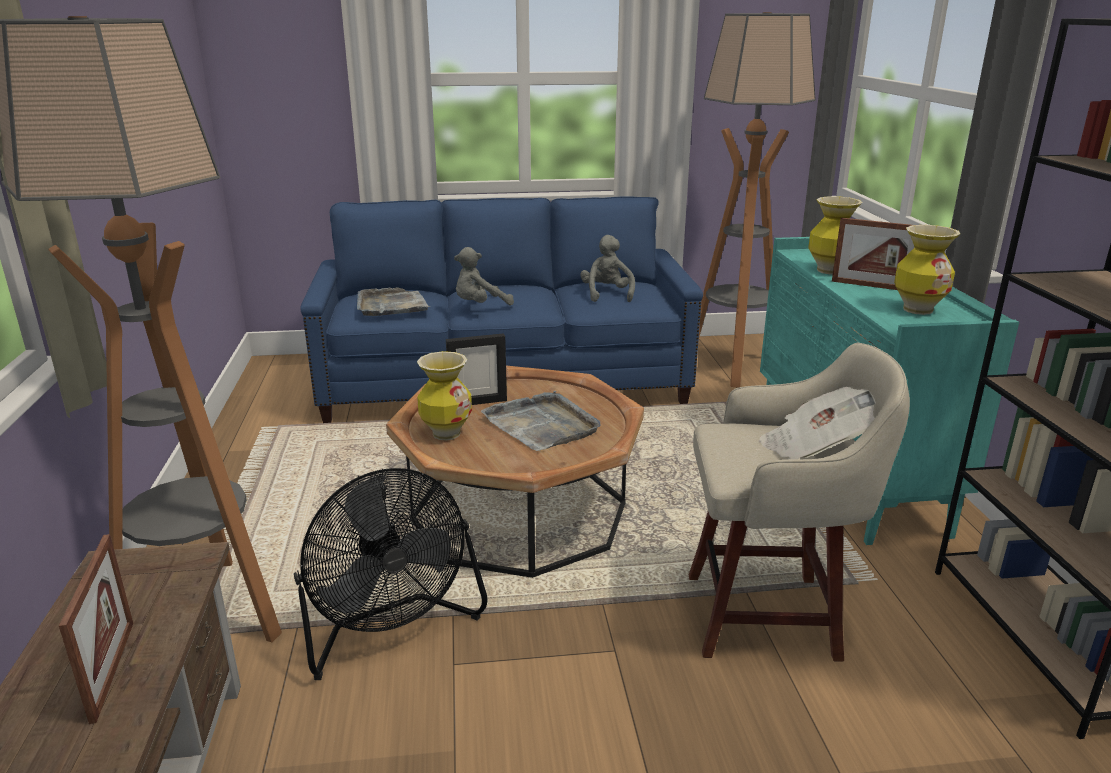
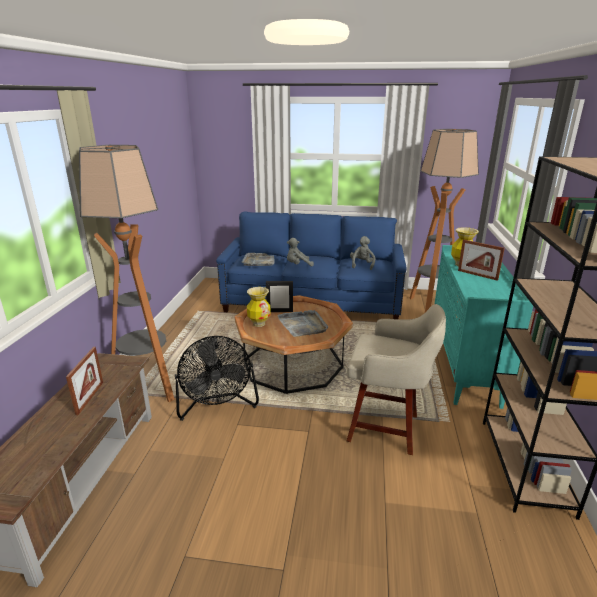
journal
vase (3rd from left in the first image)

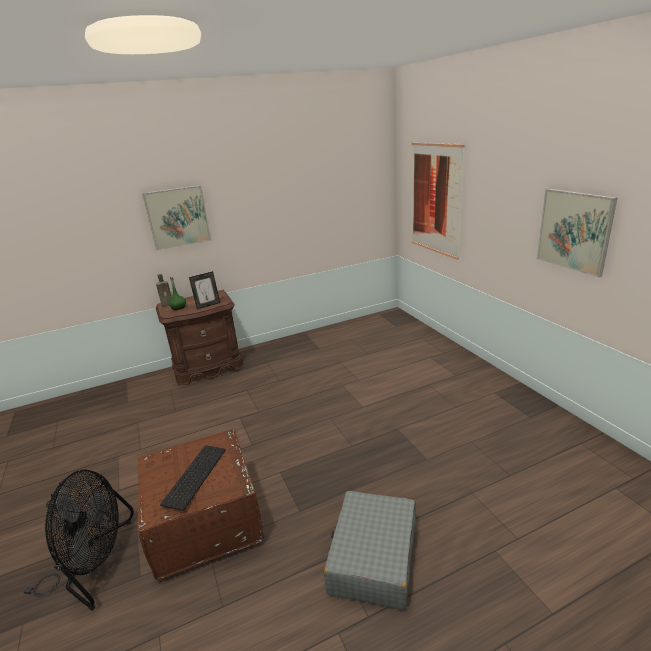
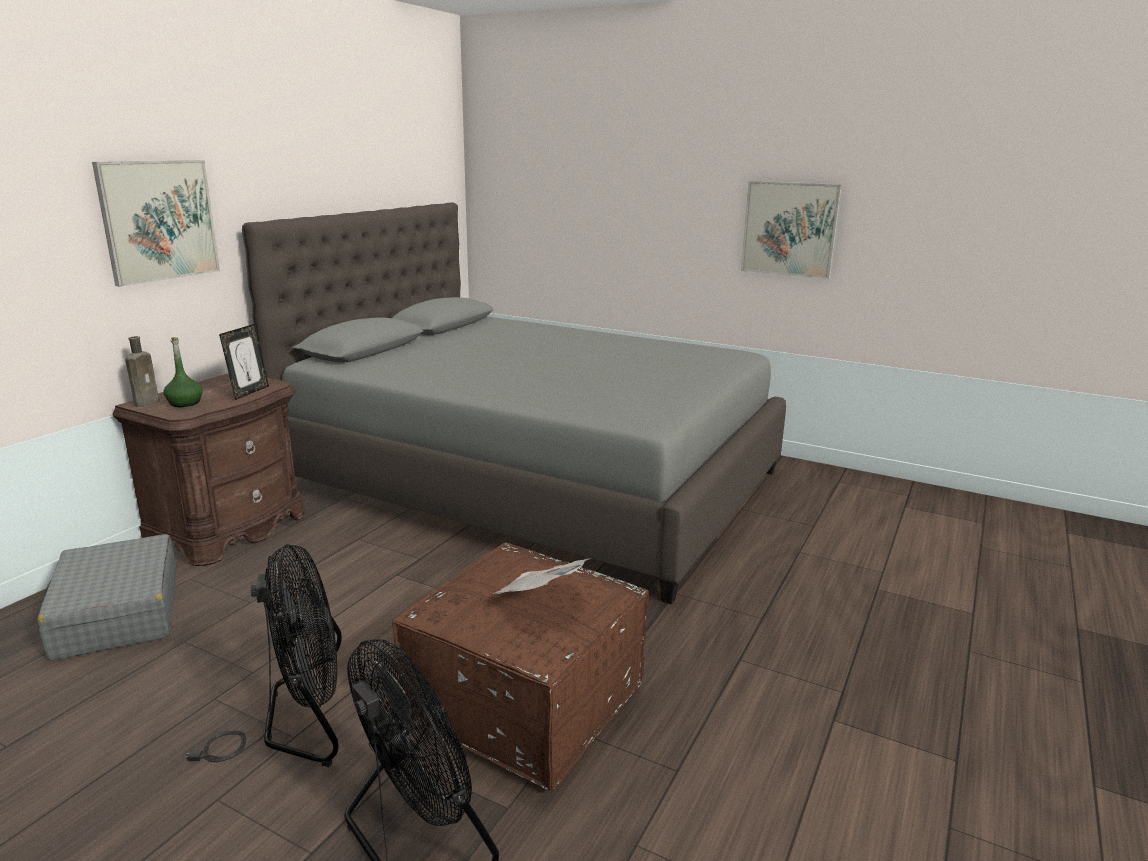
valise [gris]
ventilateur [noir] (1st from left)
lit [gris]
journal
tableau (2nd from left in the first image)

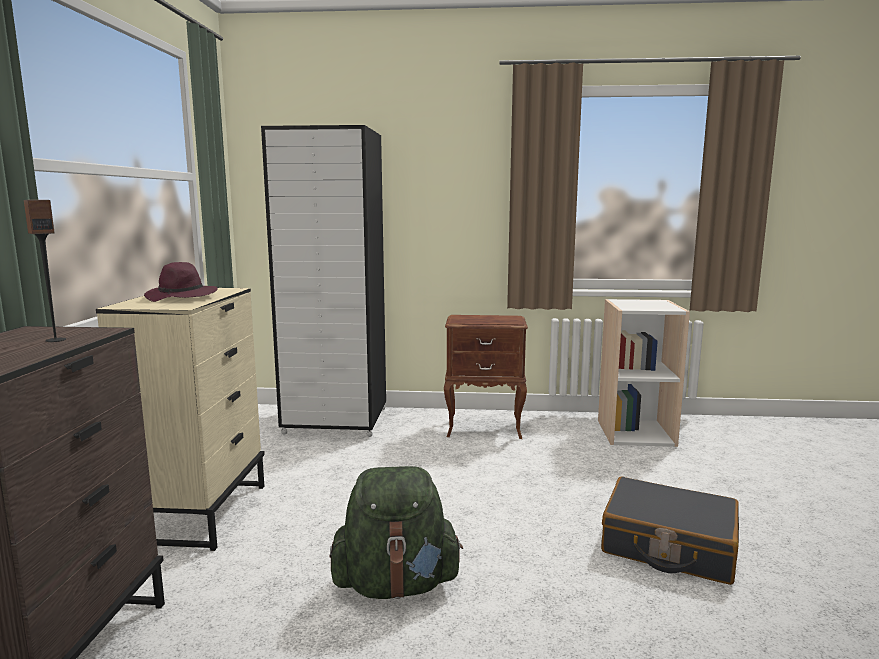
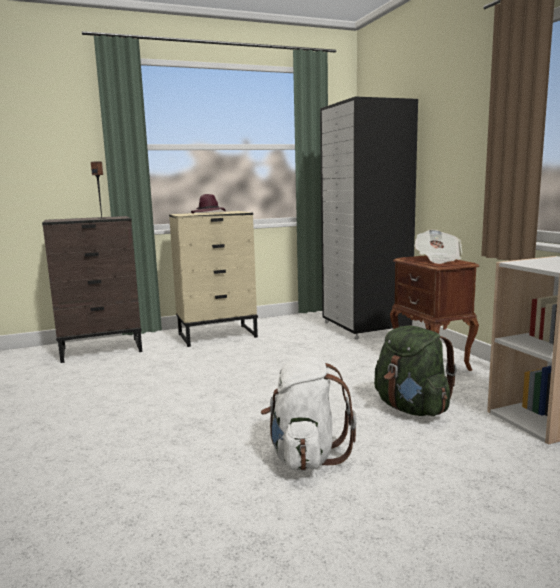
sac à dos [blanc]
sac à dos [vert]
journal

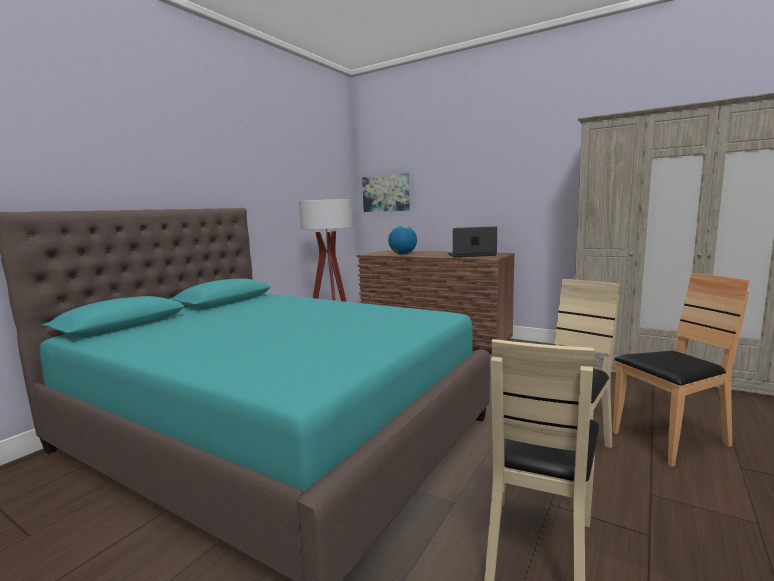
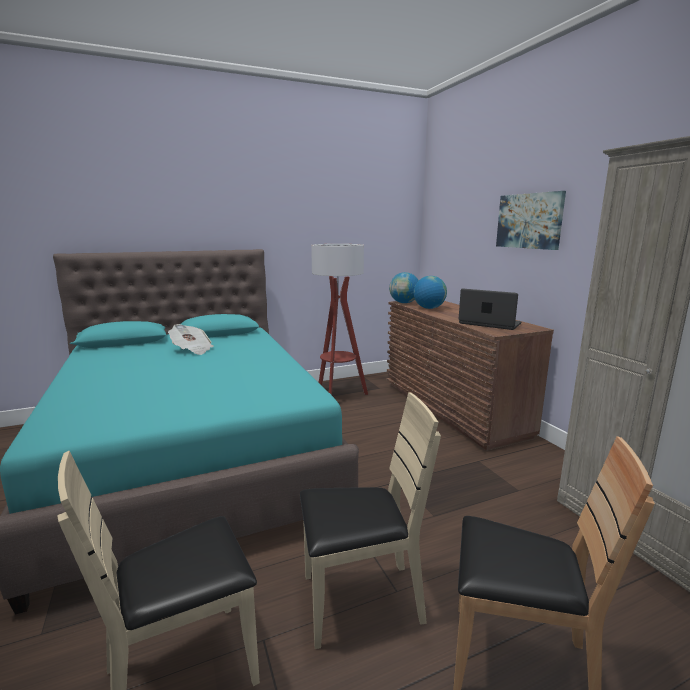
journal
globe (1st from left)
tableau

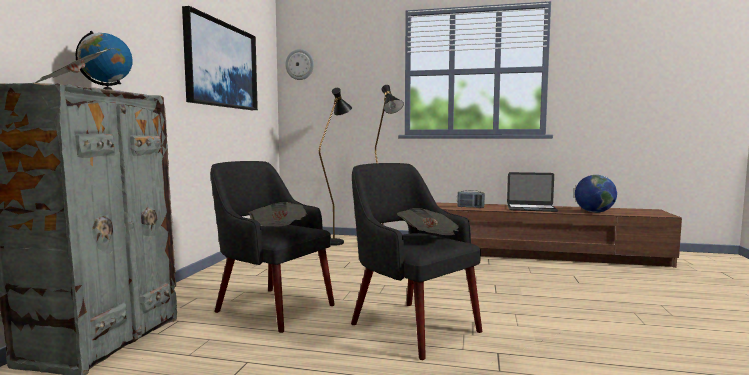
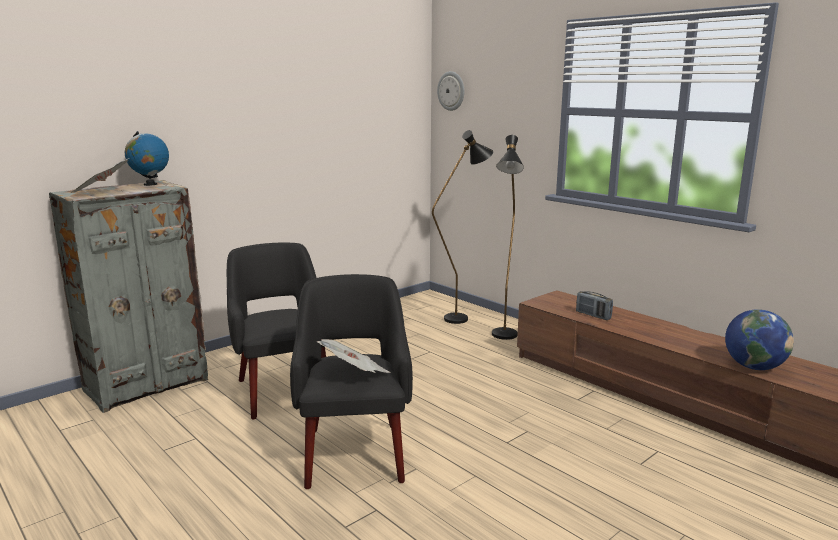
tableau
journal (2nd from left in the first image)
ordinateur portable

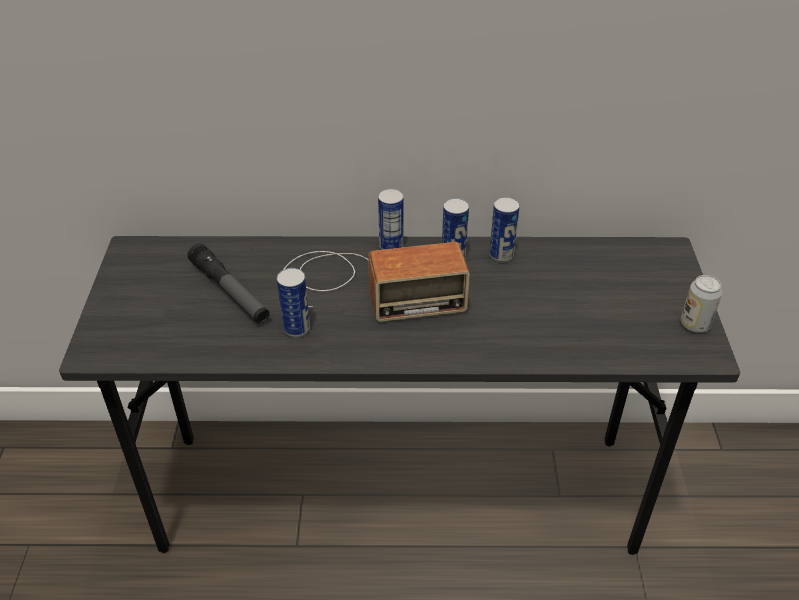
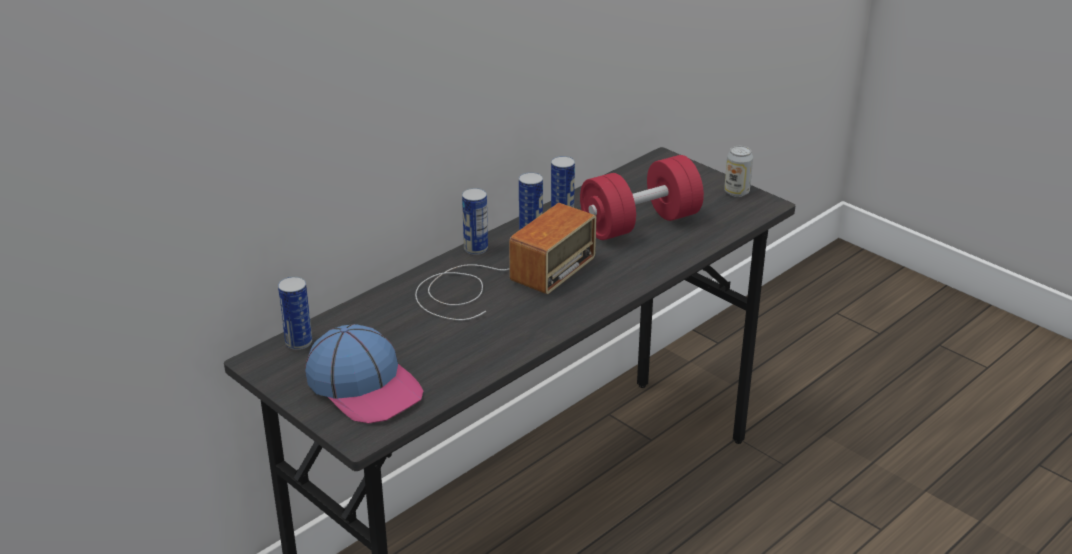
boîte métallique (1st from left)
casquette
haltère [rouge]
lampe de poche

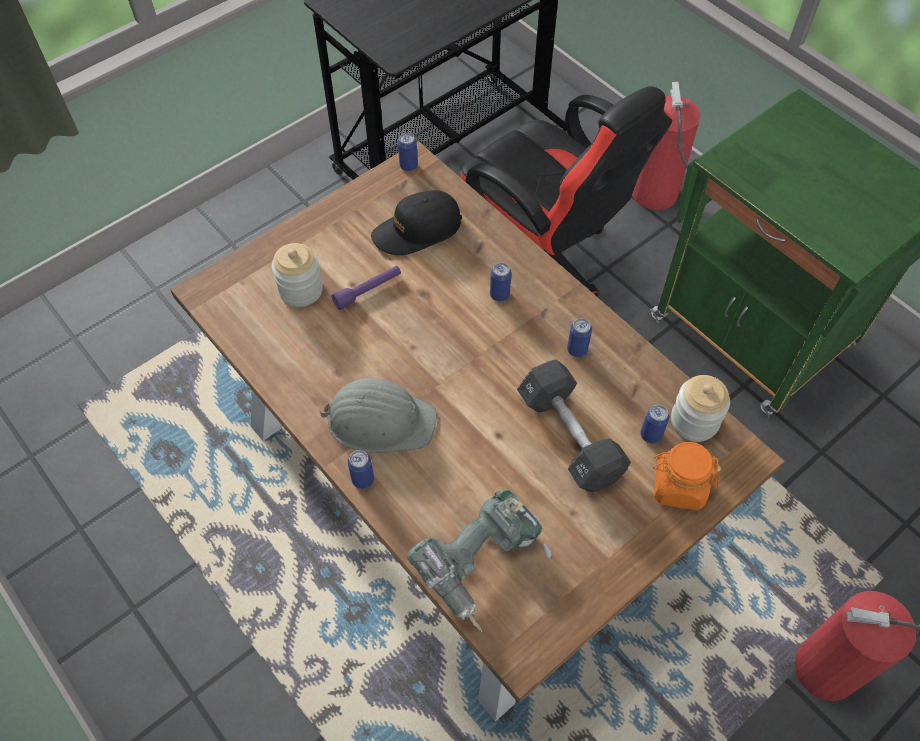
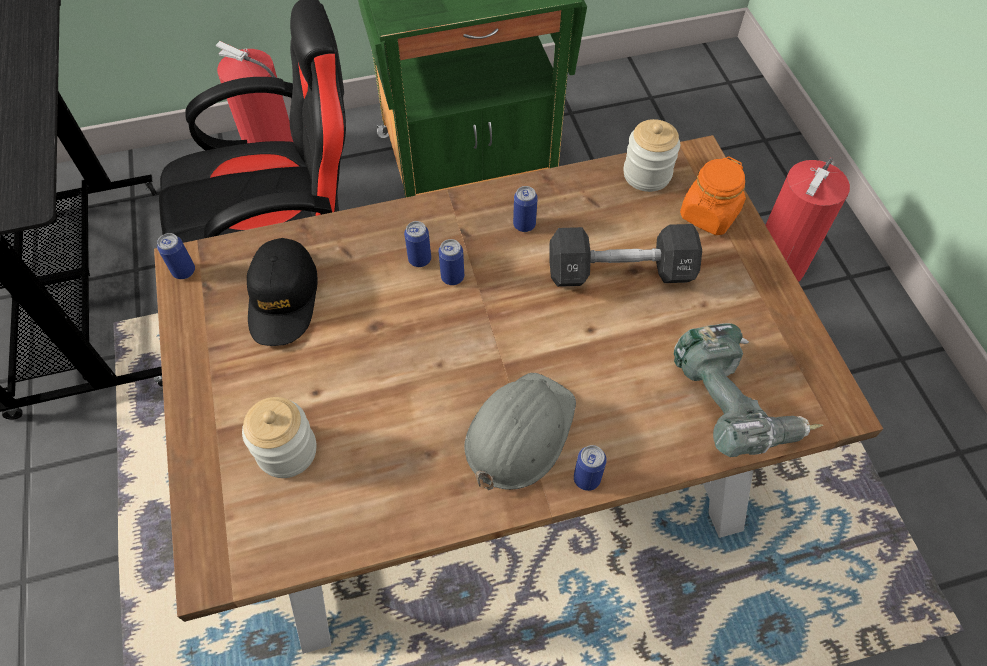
boîte métallique (3rd from left)
lampe de poche [violet]

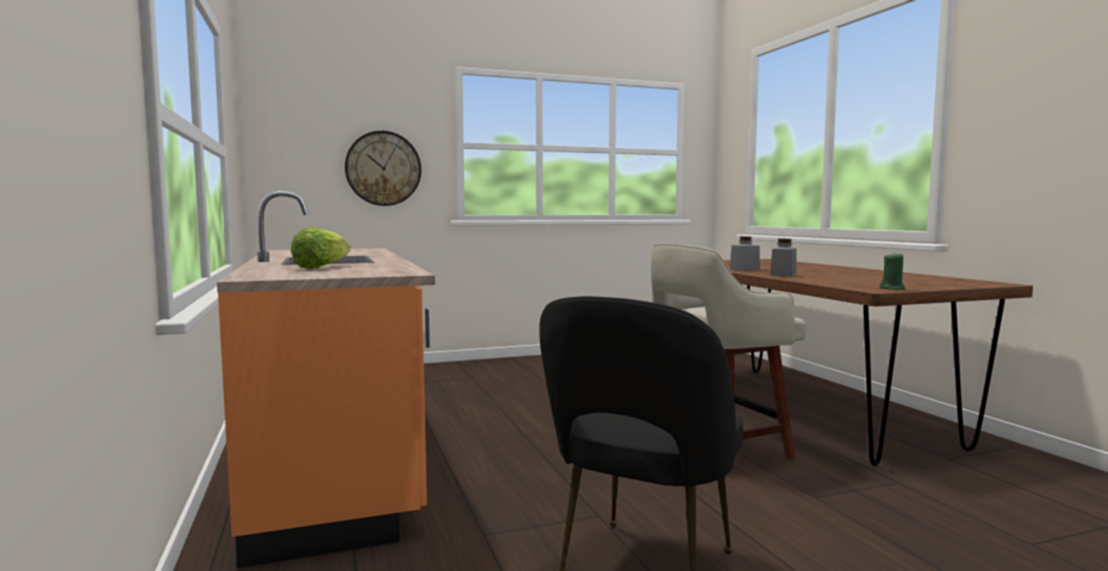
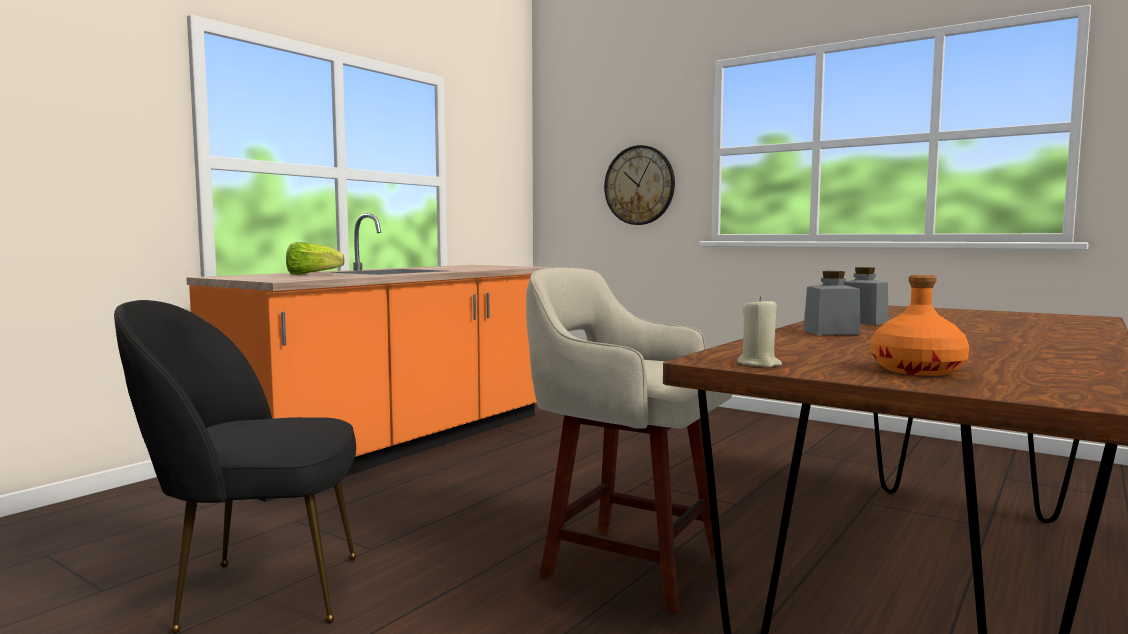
bougie [beige]
bouteille [orange]

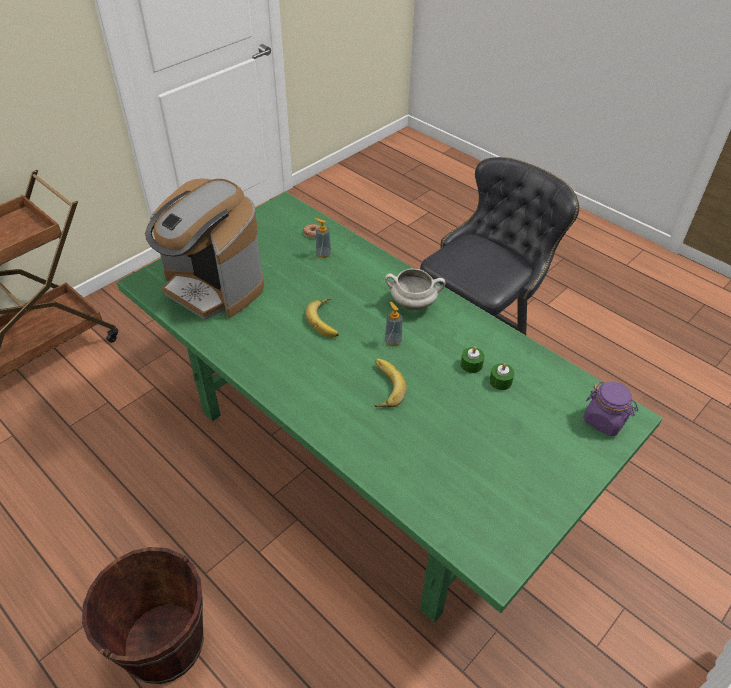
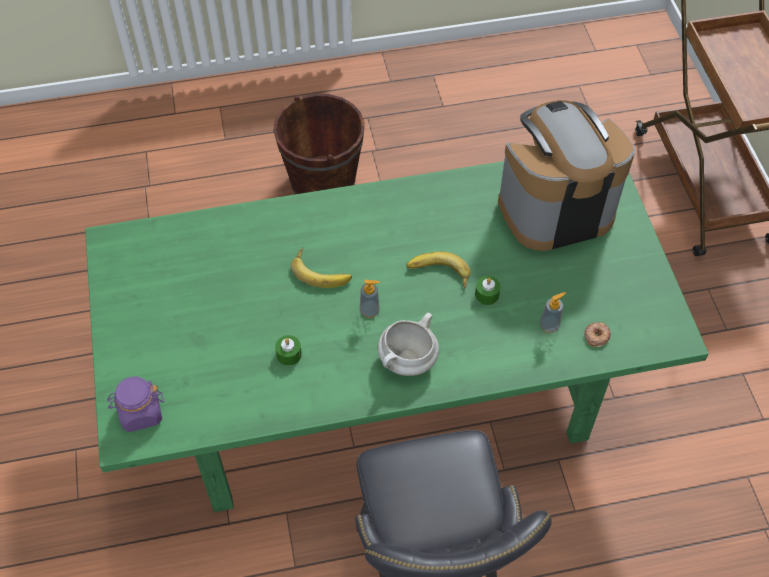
bougie [vert] (2nd from left)

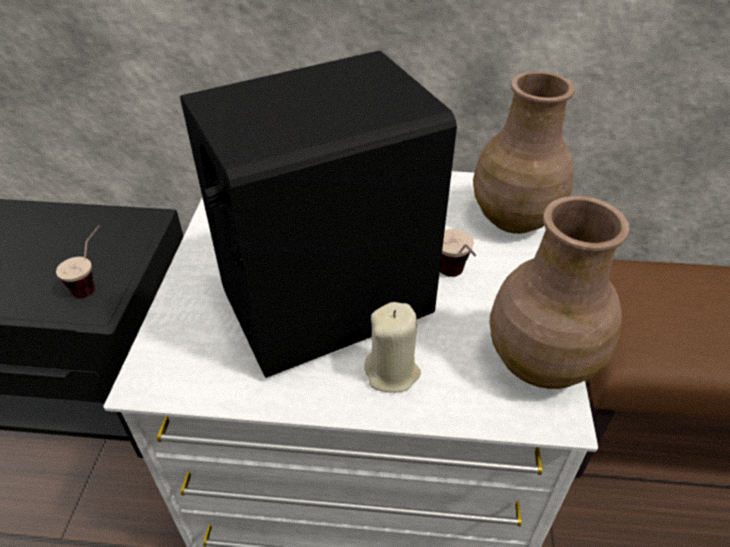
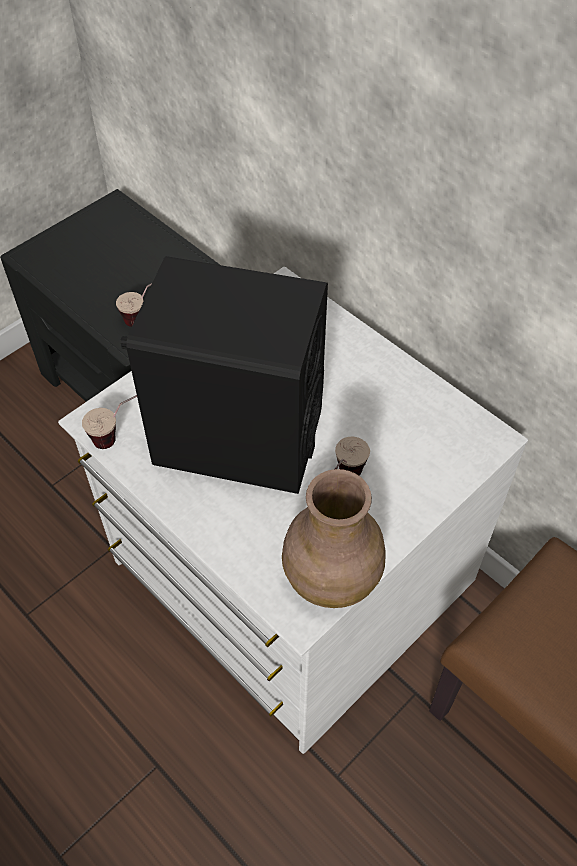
tasse (1st from left)
bougie [beige]
vase [marron] (1st from left in the first image)

